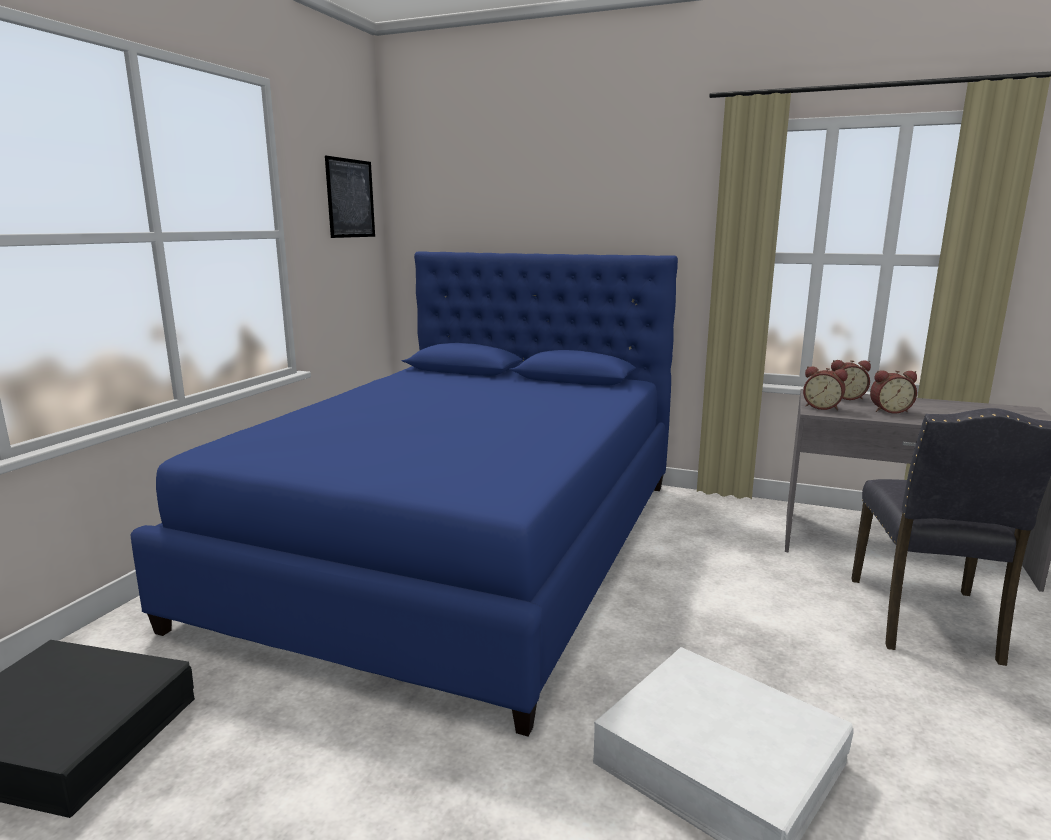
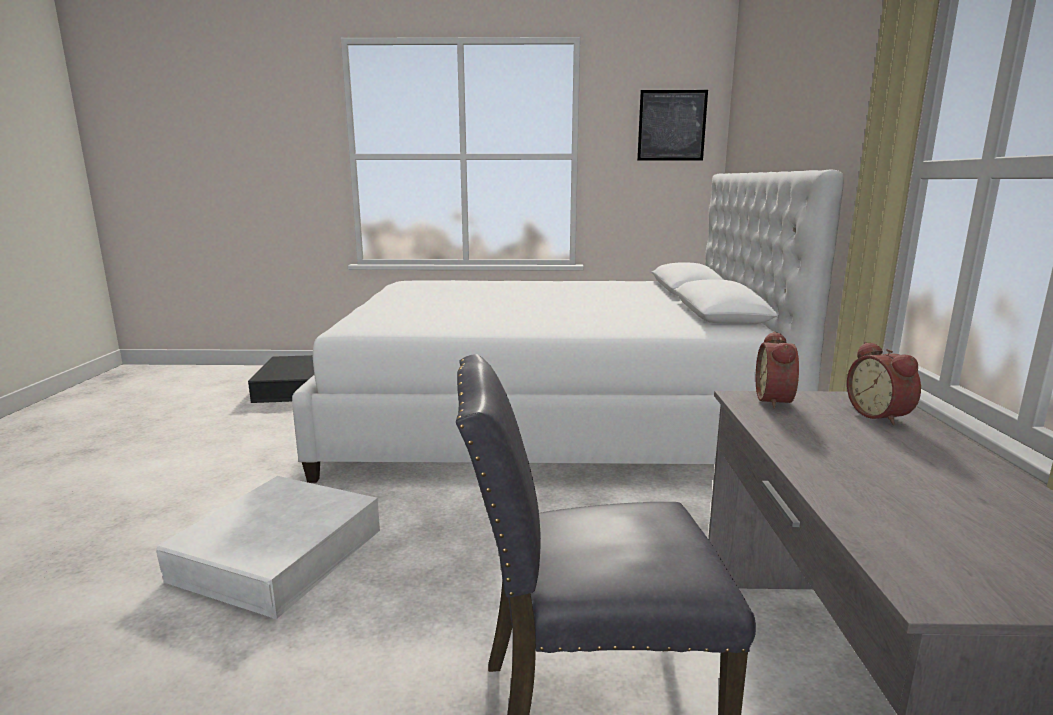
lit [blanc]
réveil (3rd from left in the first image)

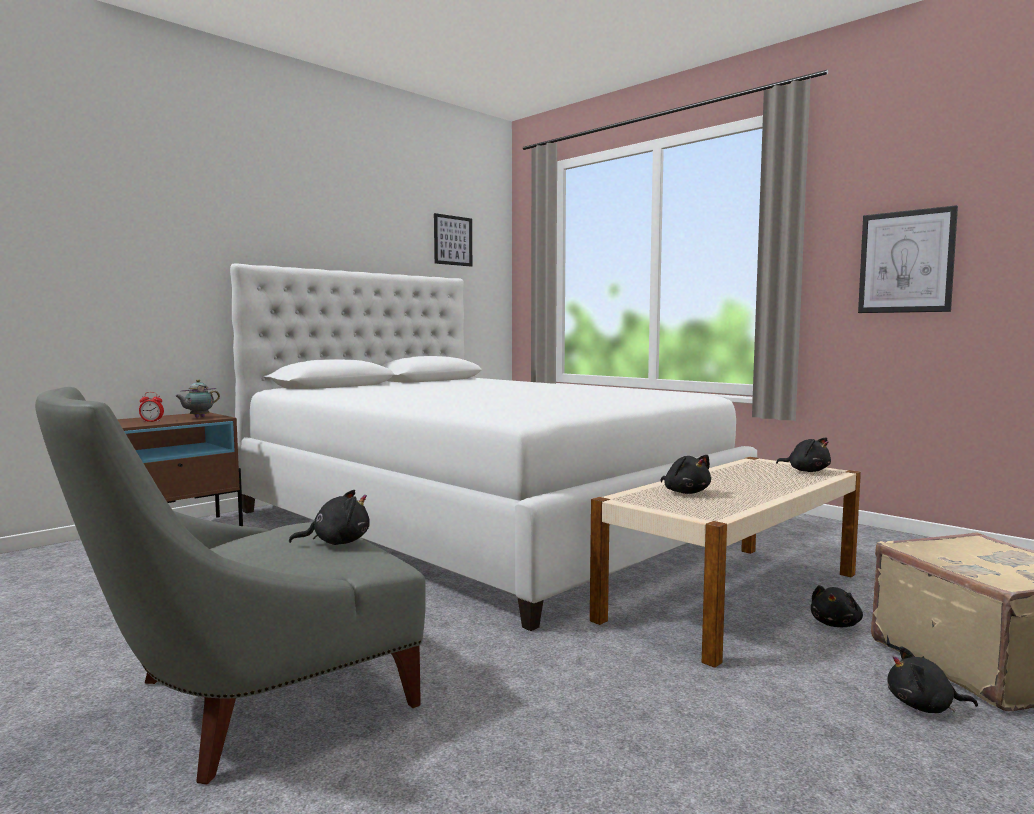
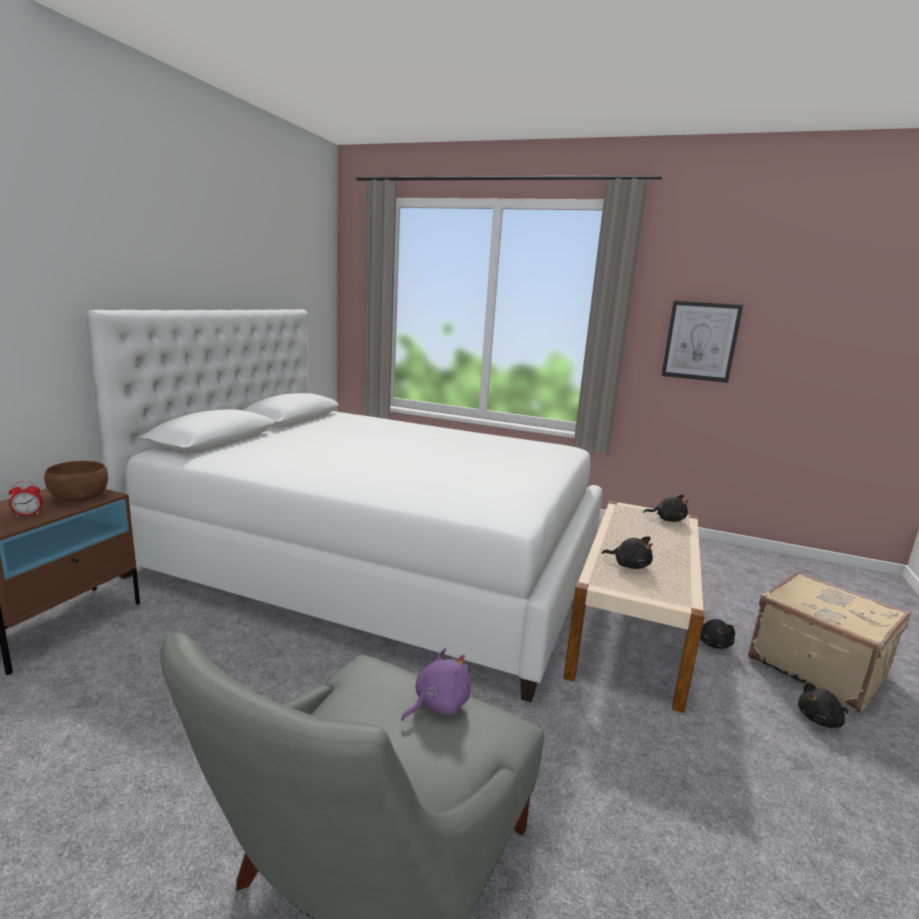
bol [marron]
peluche [violet]
tableau (1st from left in the first image)

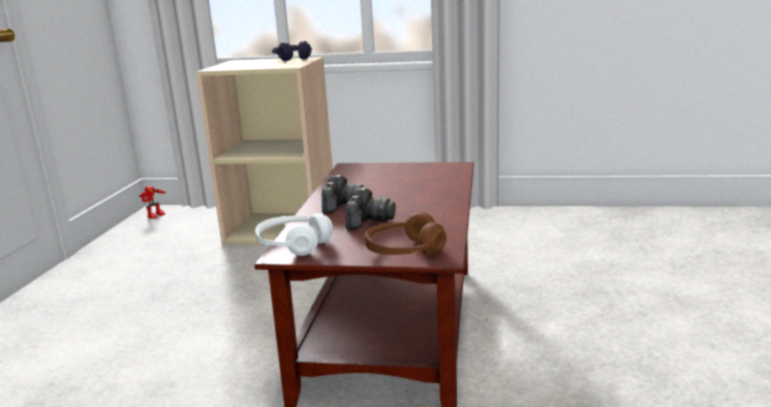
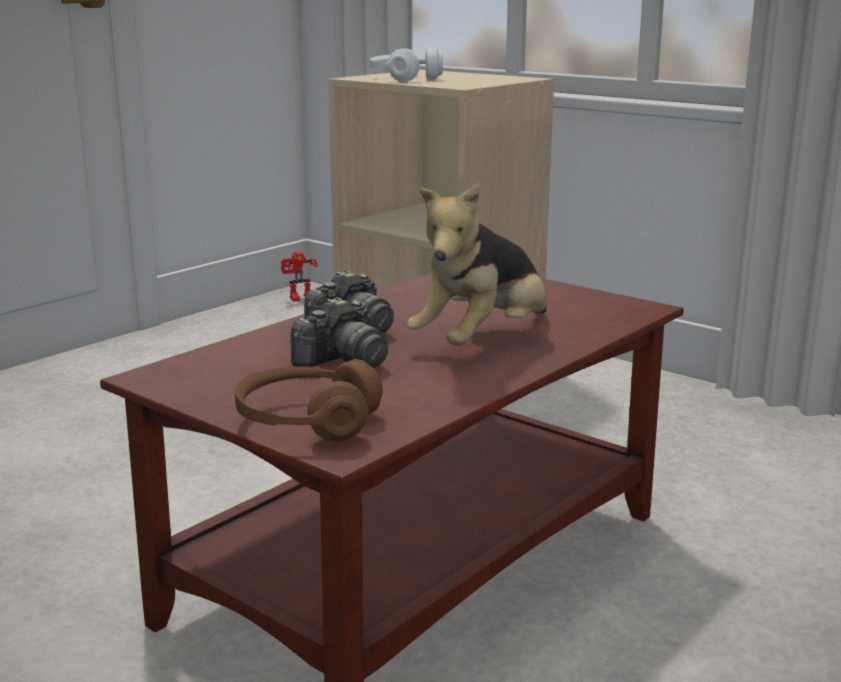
casque audio [blanc]
peluche
casque audio [violet]

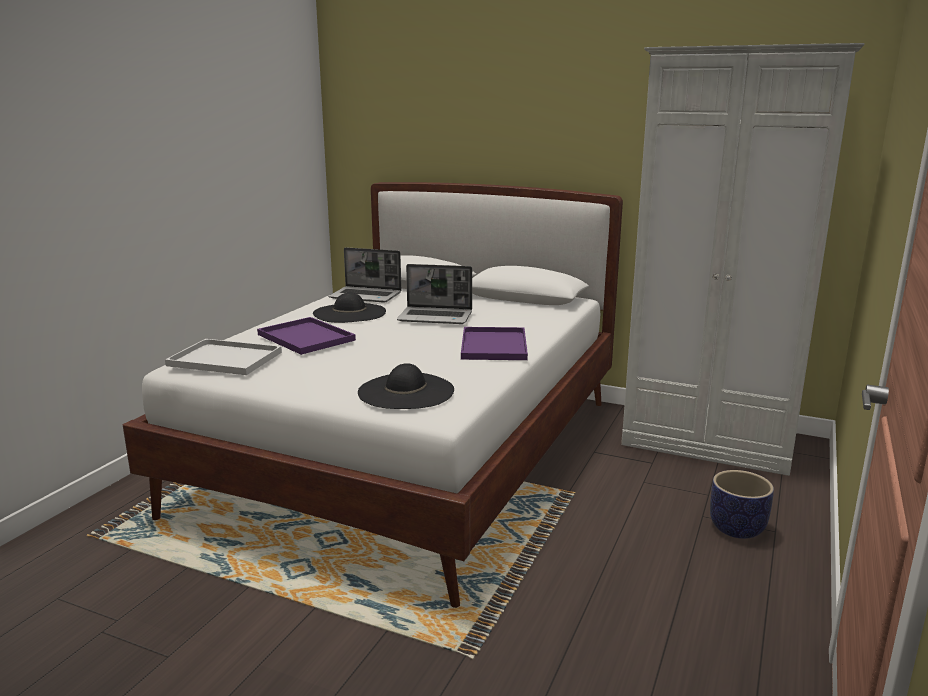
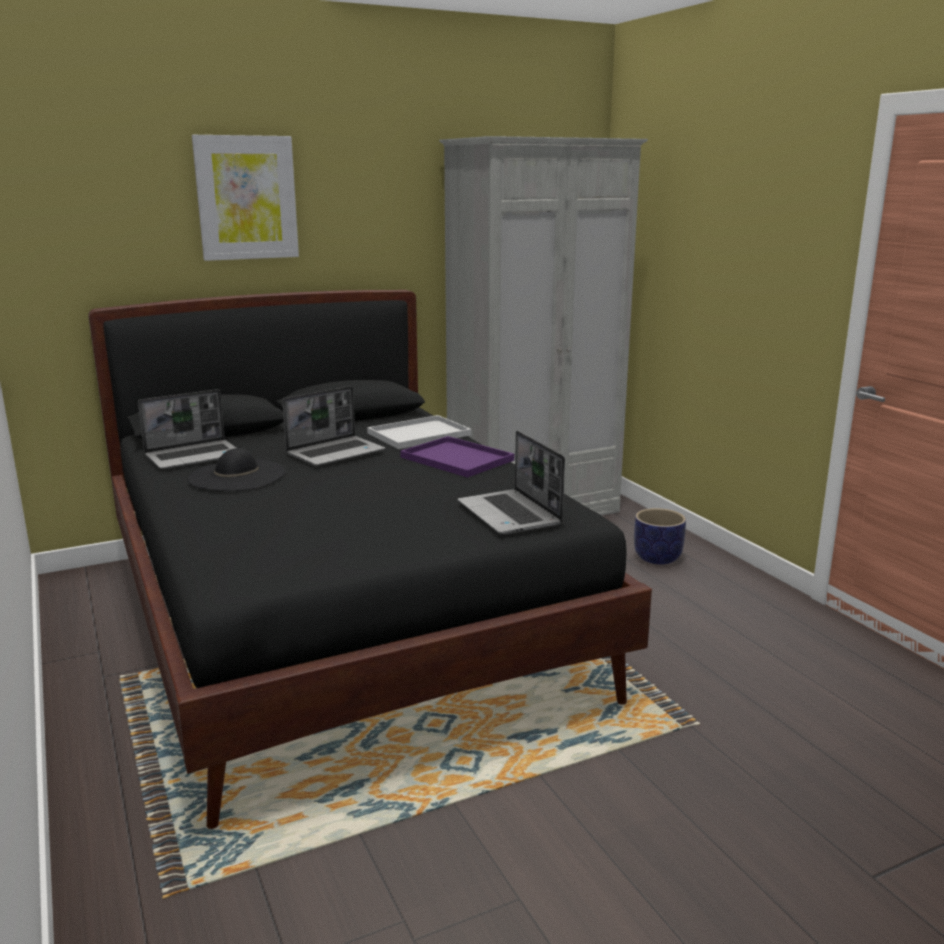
lit [noir]
tableau
plateau [blanc]
ordinateur portable (3rd from left)
plateau [violet] (1st from left in the first image)

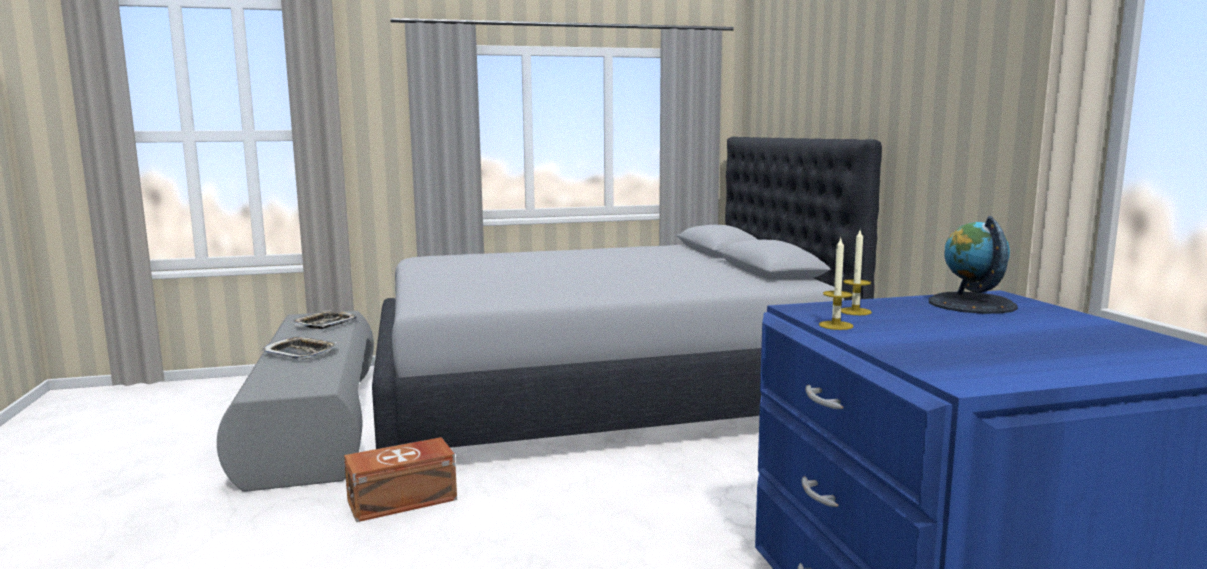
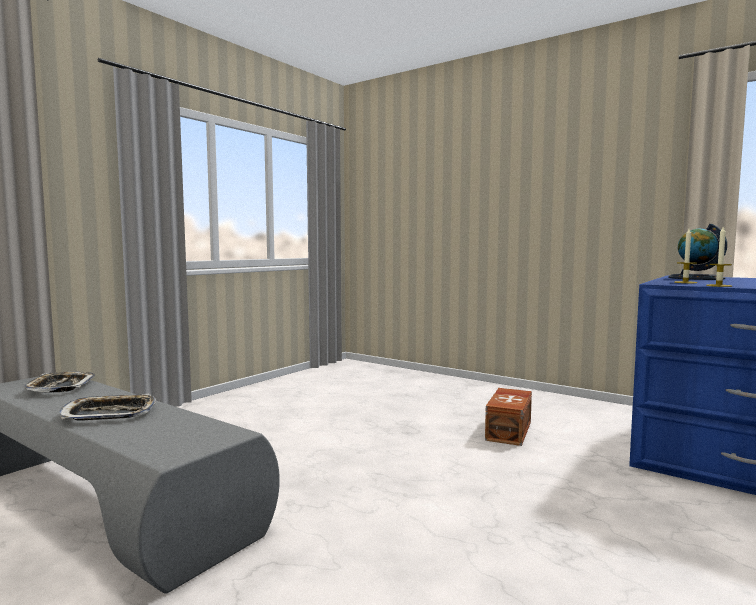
boîte de rangement [marron]
lit [gris]

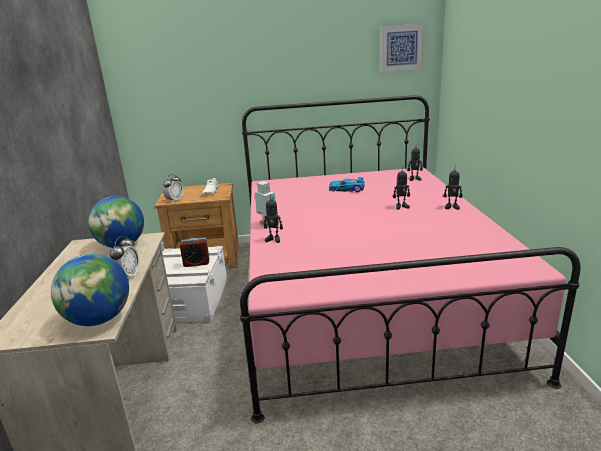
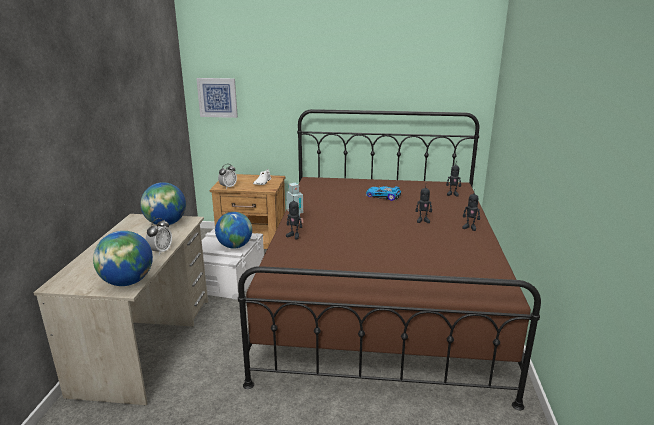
tableau
globe (3rd from left)
lit [marron]

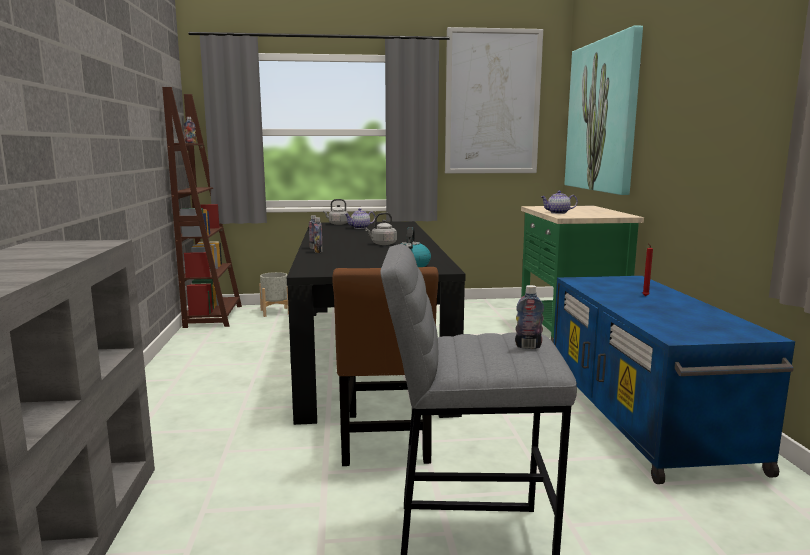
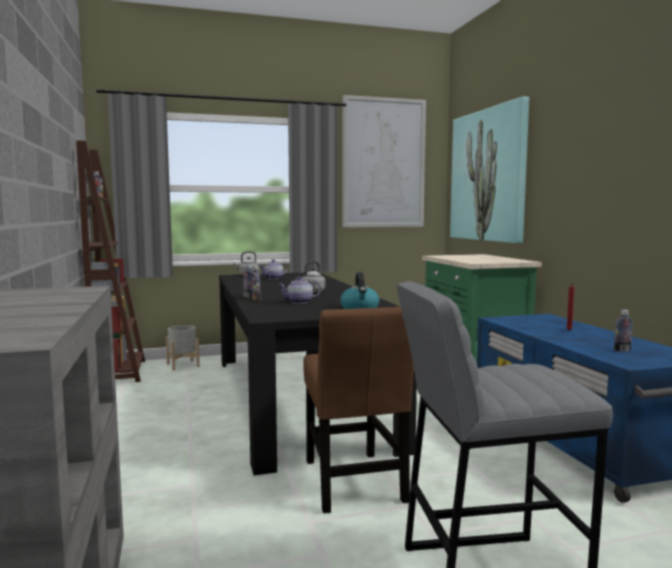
théière (2nd from left)
bouteille (4th from left)

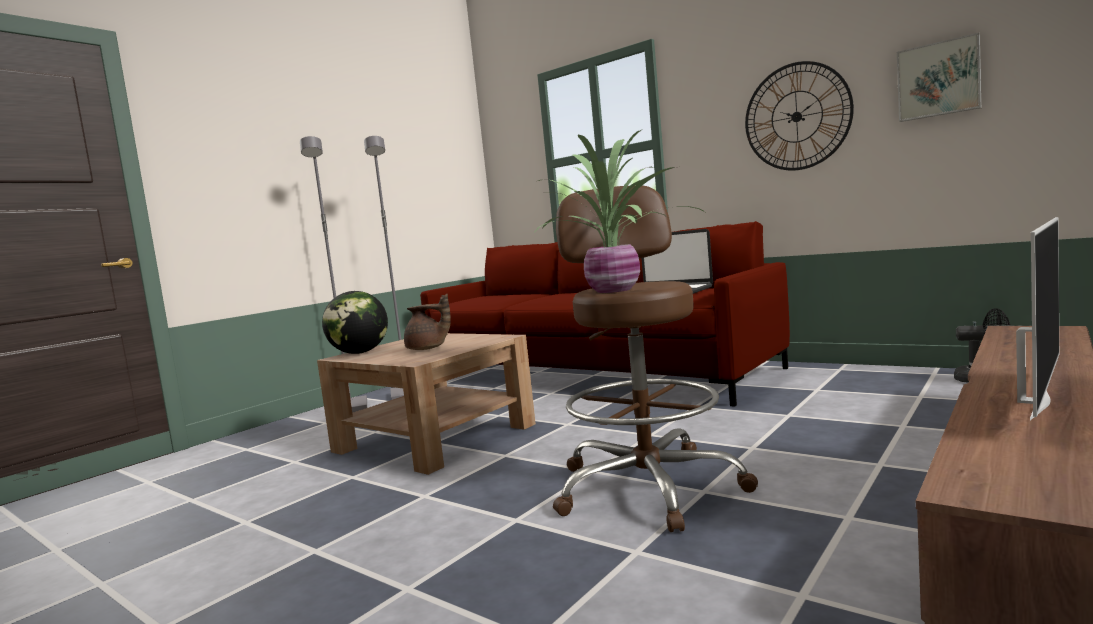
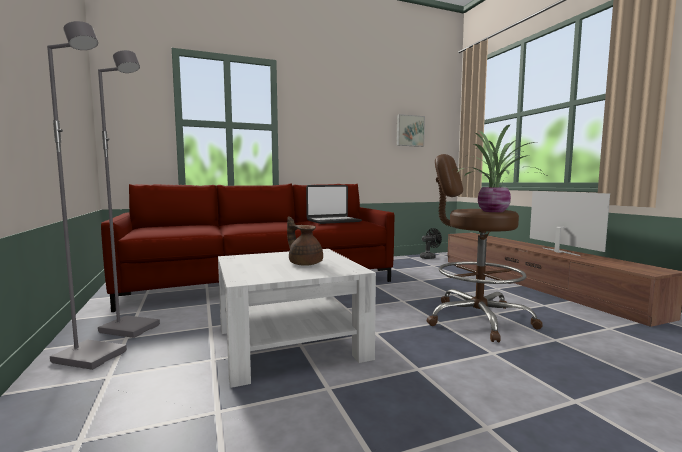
table basse [blanc]
théière [marron]
globe
horloge murale

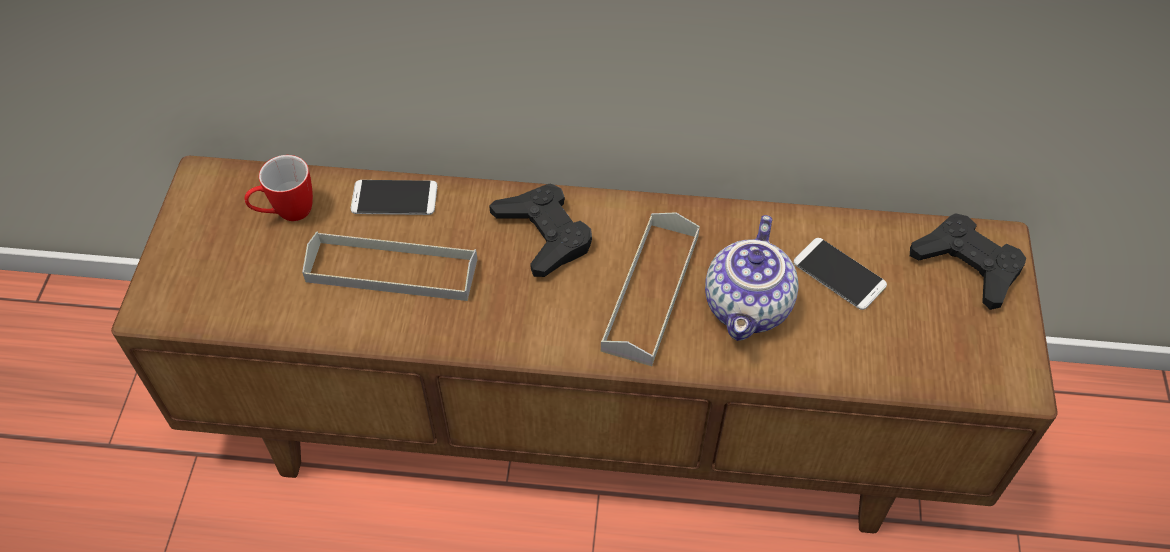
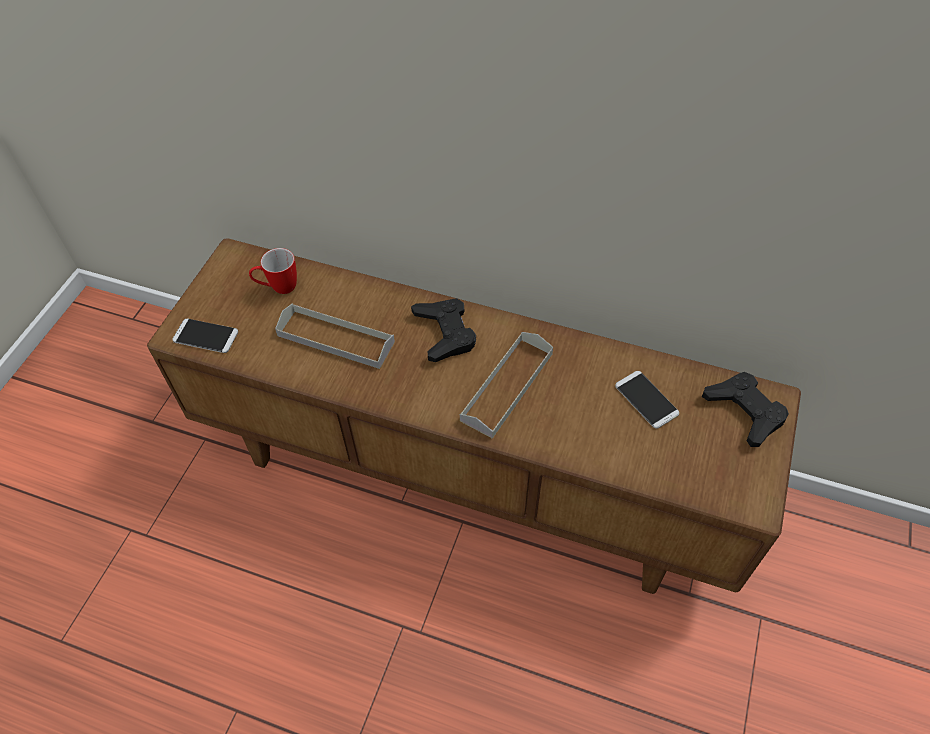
téléphone (1st from left)
théière

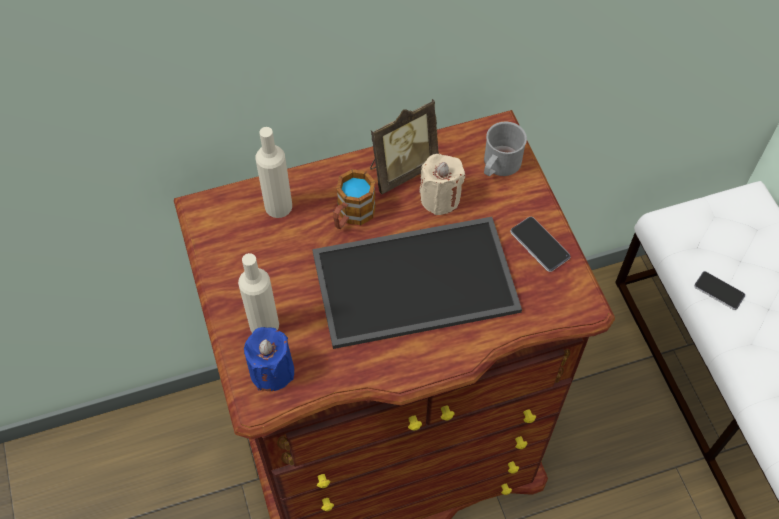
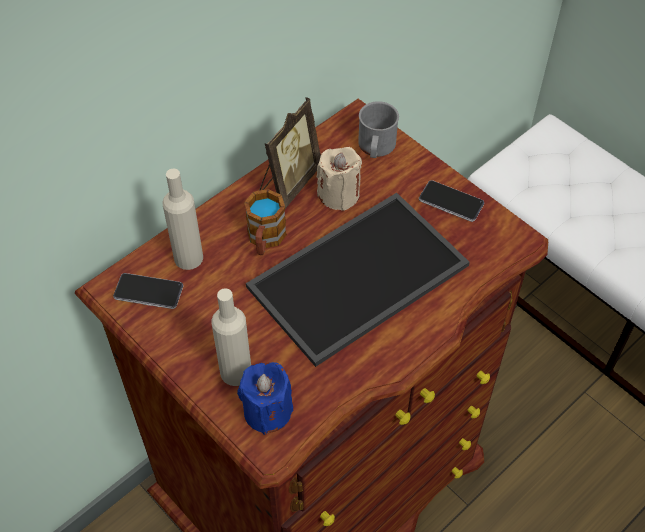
téléphone (1st from left)

